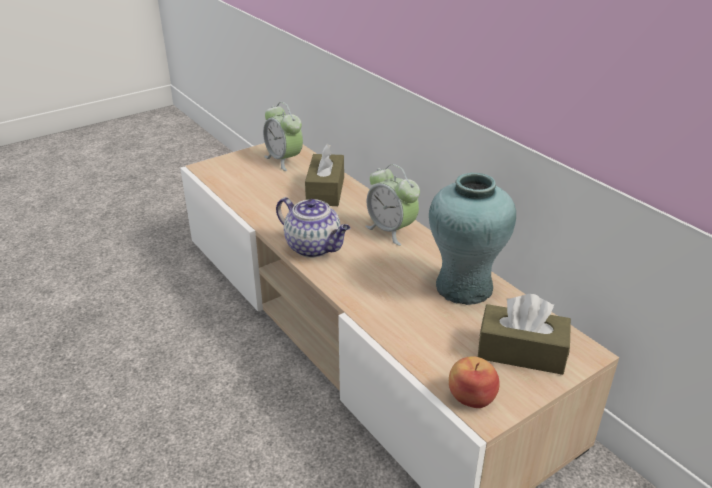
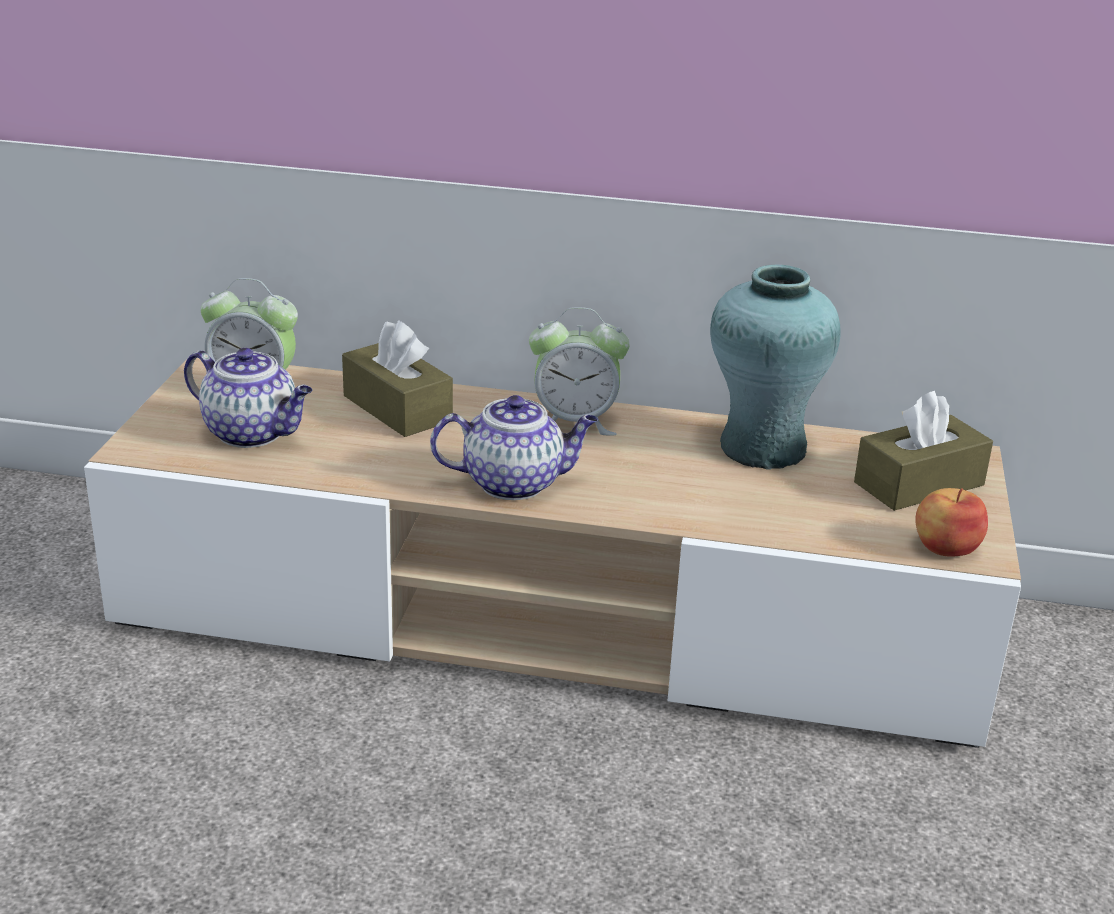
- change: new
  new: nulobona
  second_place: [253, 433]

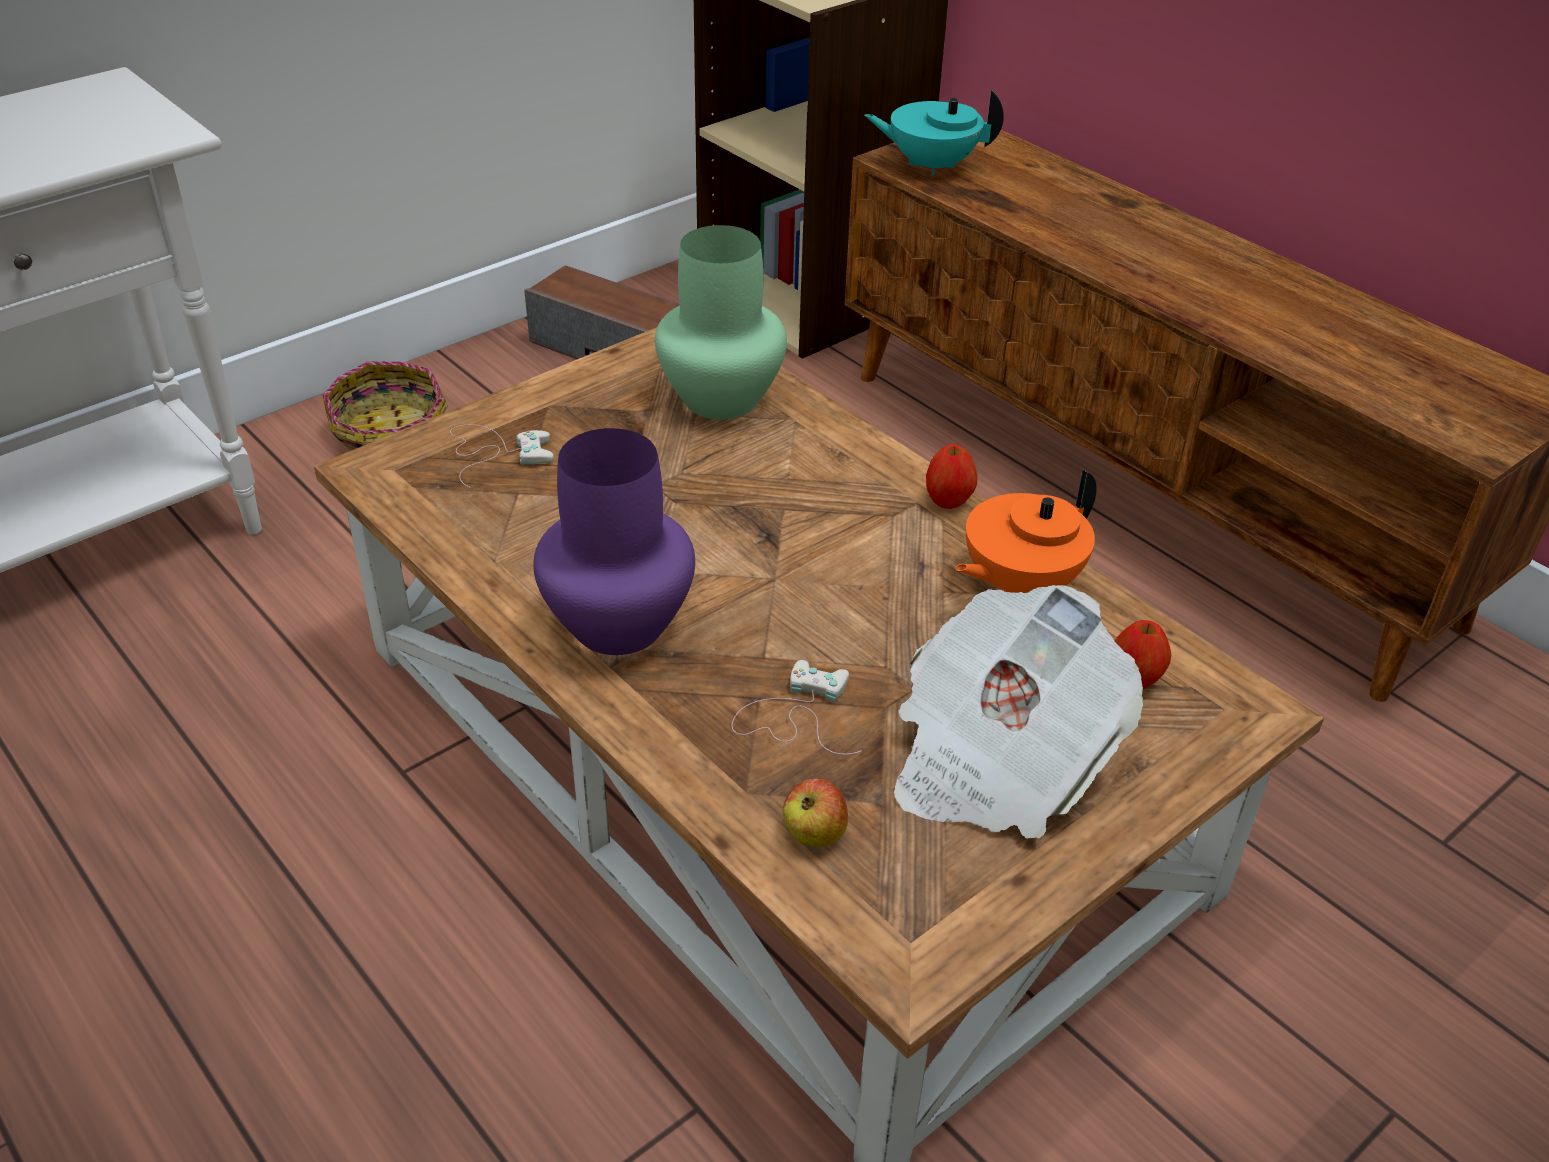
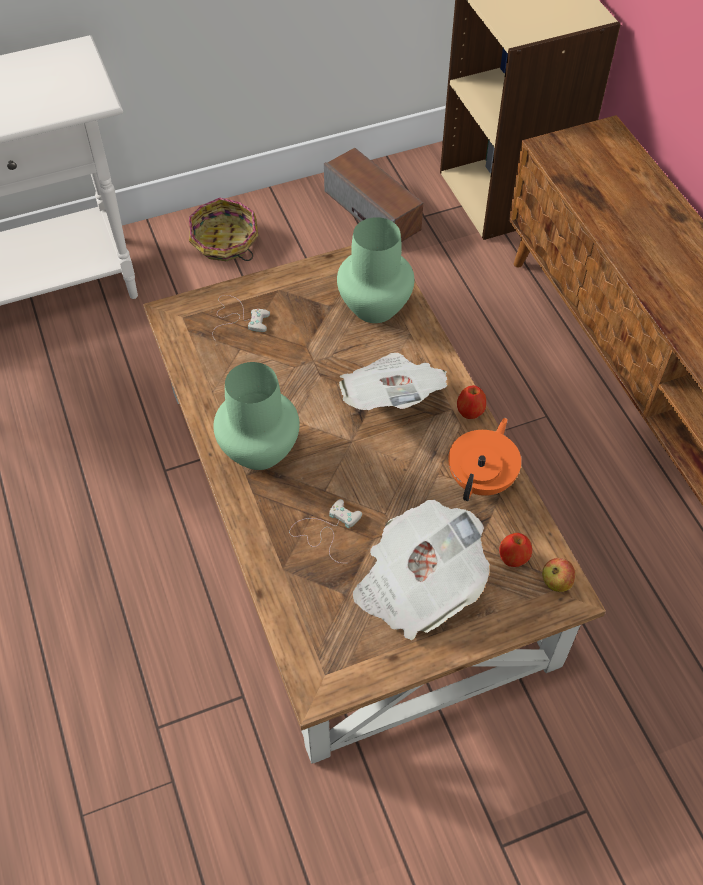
- change: gone
  old: turquoise_nulobona
  first_place: [931, 165]
- change: repainted
  old: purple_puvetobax
  new: green_puvetobax
  first_place: [621, 625]
  second_place: [261, 450]
- change: rotated
  old: orange_nulobona
  first_place: [1019, 583]
  second_place: [482, 479]
  degrees: 135
- change: shifted
  old: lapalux
  first_place: [814, 834]
  second_place: [556, 582]
- change: new
  new: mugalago
  second_place: [391, 399]

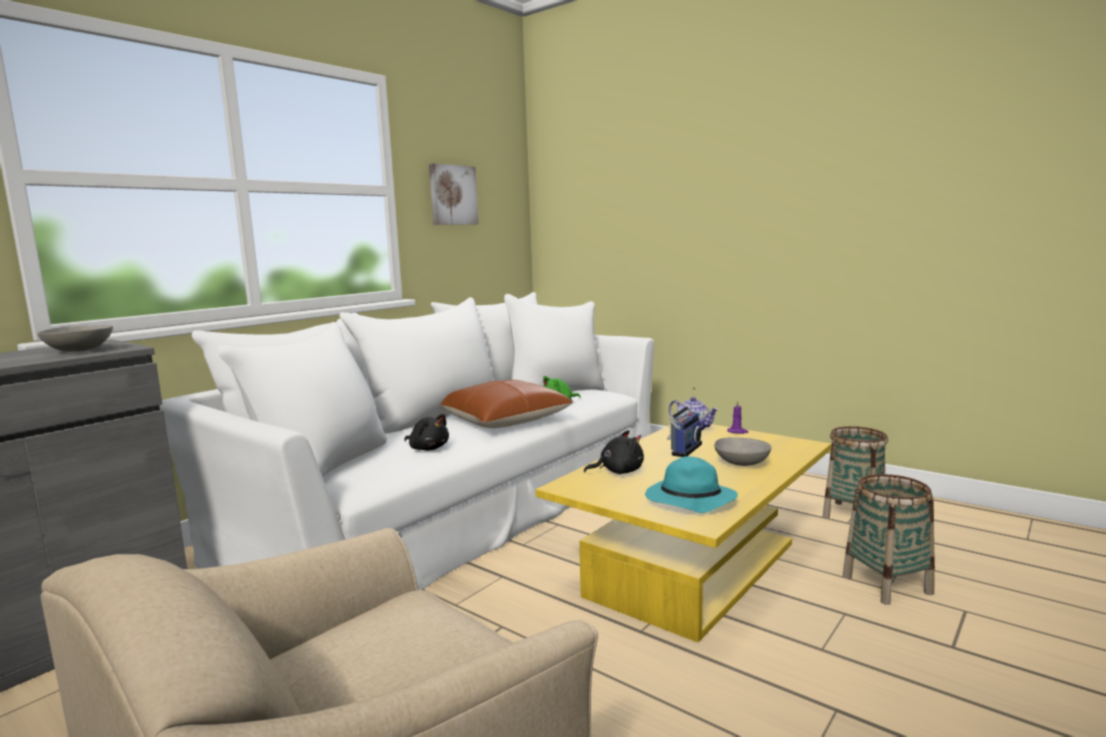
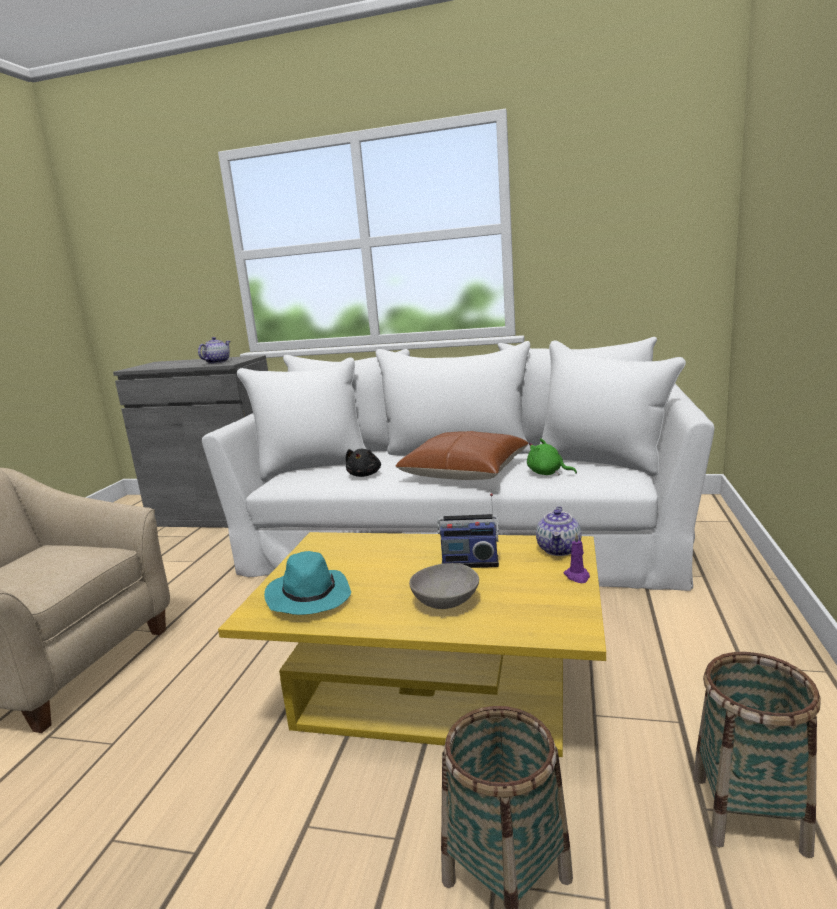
- change: gone
  old: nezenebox
  first_place: [452, 195]
- change: swapped
  old: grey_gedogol
  new: nulobona
  first_place: [78, 351]
  second_place: [217, 362]
- change: gone
  old: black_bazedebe
  first_place: [618, 472]

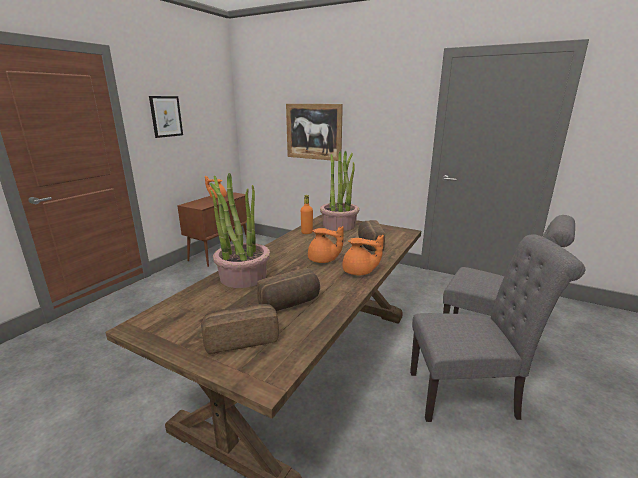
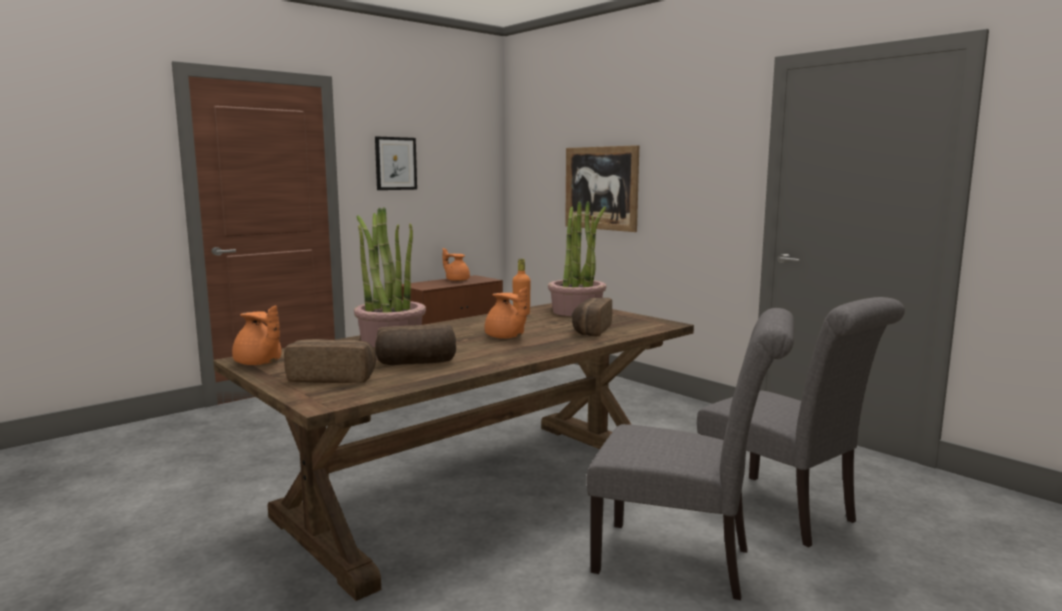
- change: shifted
  old: orange_nulobona
  first_place: [359, 272]
  second_place: [259, 363]

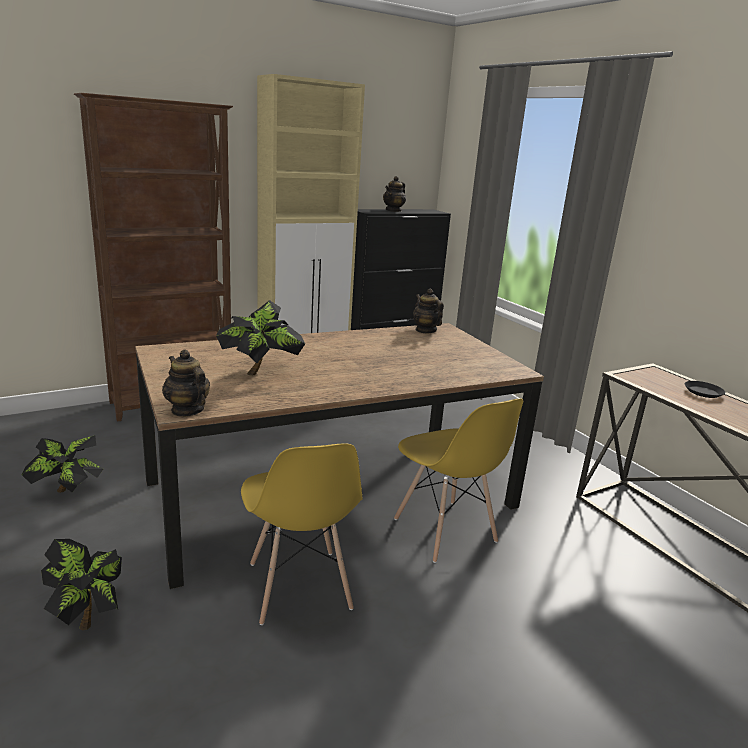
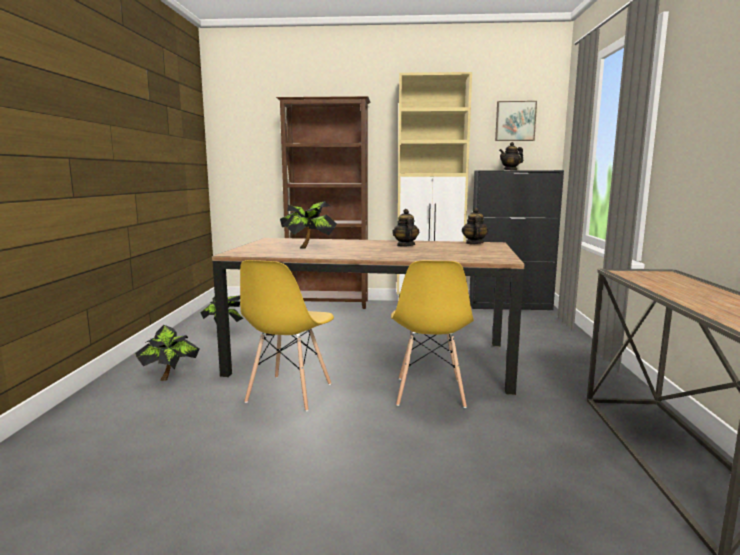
- change: shifted
  old: nulobona
  first_place: [187, 410]
  second_place: [405, 245]
- change: gone
  old: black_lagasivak
  first_place: [703, 392]
- change: new
  new: nezenebox
  second_place: [515, 121]

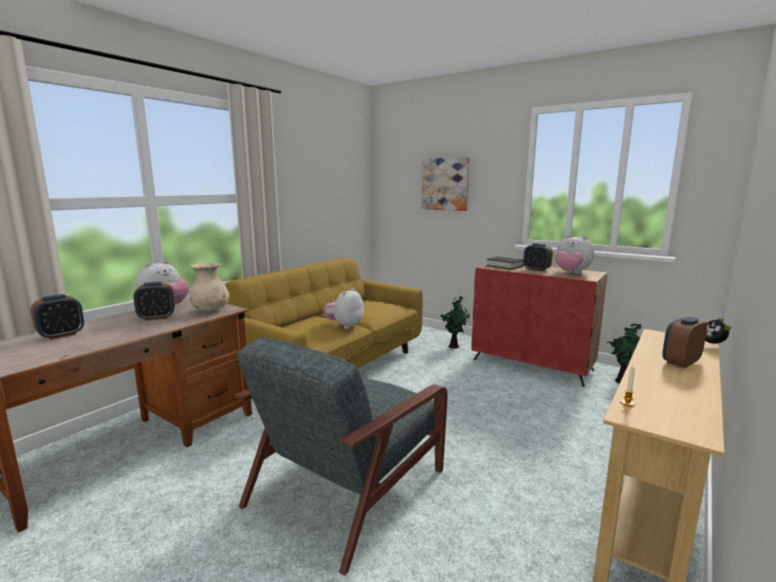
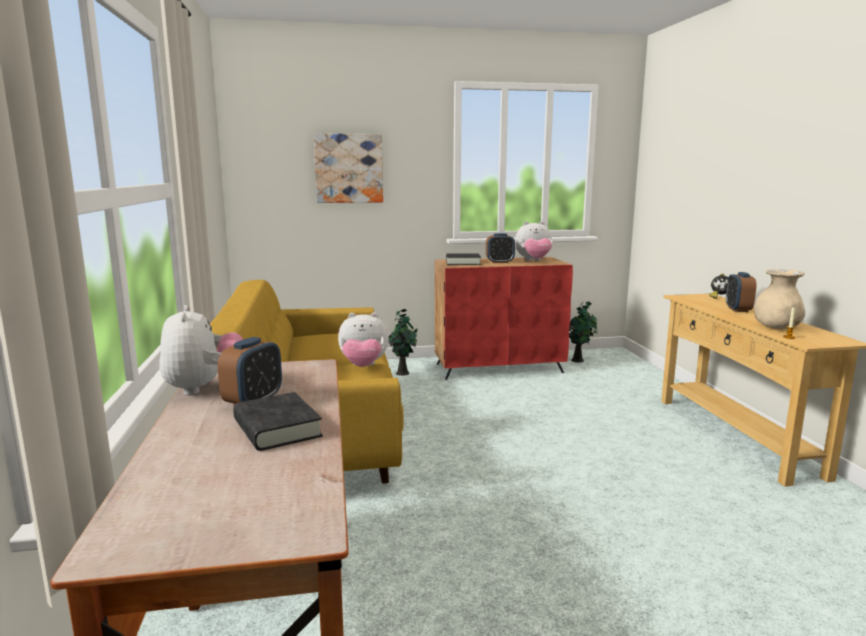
- change: shifted
  old: beige_puvetobax
  first_place: [211, 310]
  second_place: [776, 328]
- change: rotated
  old: bazedebe
  first_place: [344, 326]
  second_place: [363, 366]
  degrees: -75
- change: gone
  old: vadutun
  first_place: [61, 335]
- change: gone
  old: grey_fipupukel
  first_place: [349, 485]
- change: new
  new: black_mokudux
  second_place: [277, 429]

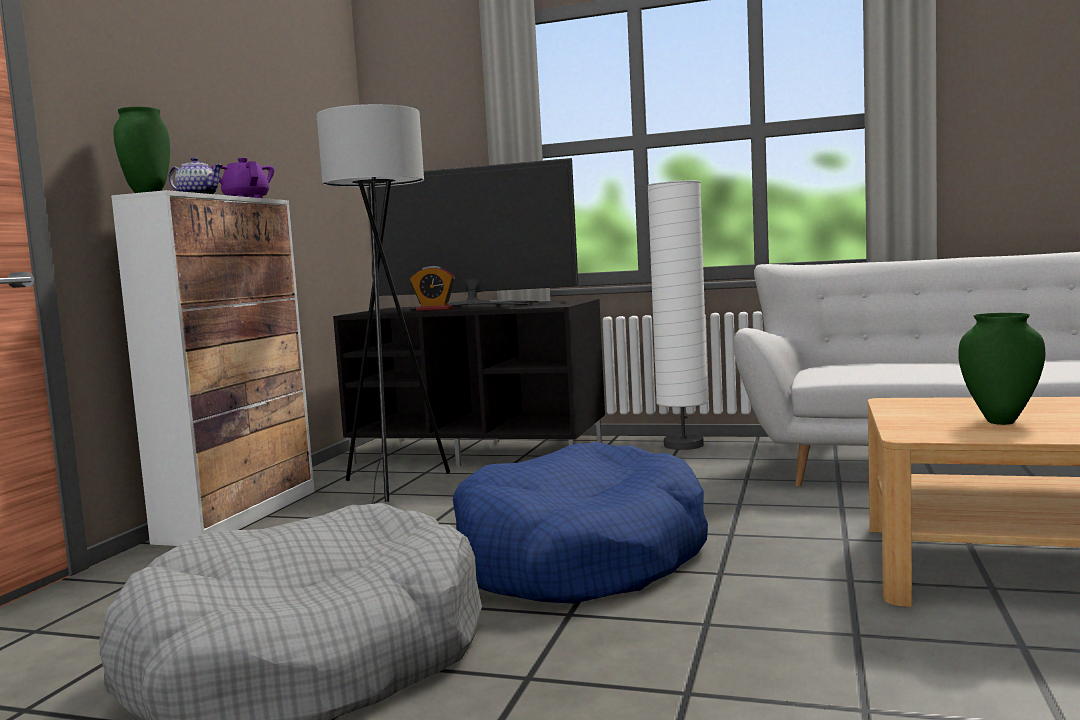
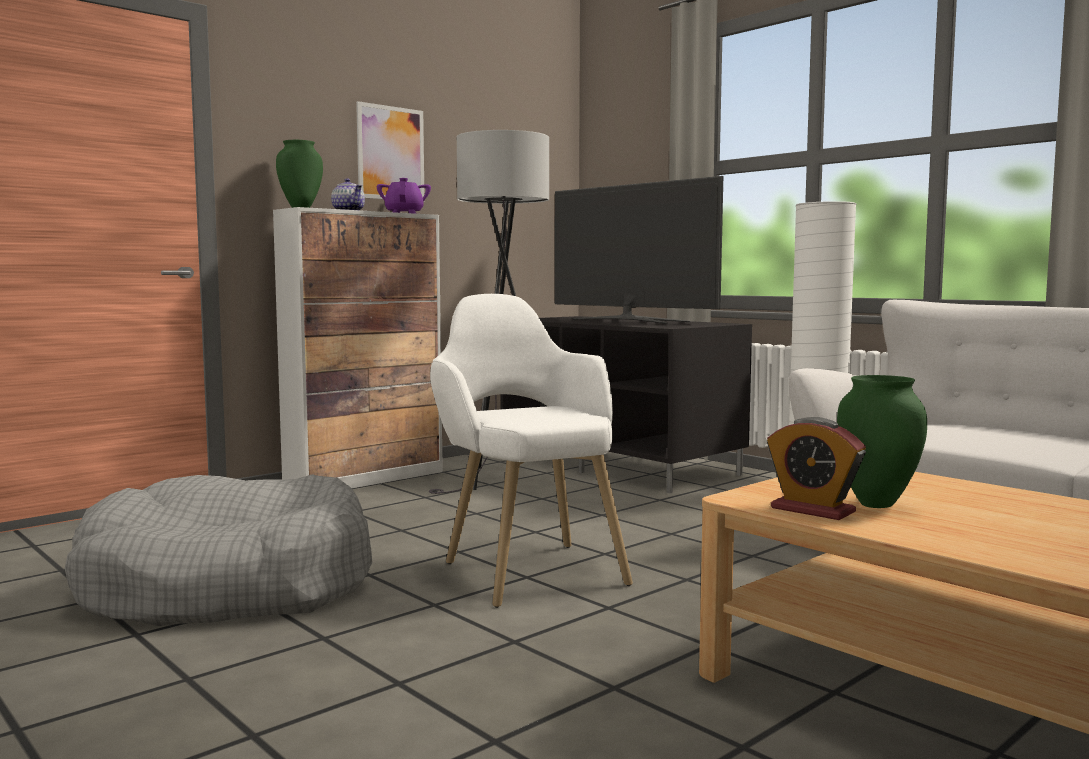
- change: shifted
  old: vadutun
  first_place: [434, 309]
  second_place: [812, 510]
- change: swapped
  old: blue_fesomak
  new: white_fipupukel
  first_place: [580, 558]
  second_place: [525, 566]
- change: new
  new: nezenebox
  second_place: [390, 153]

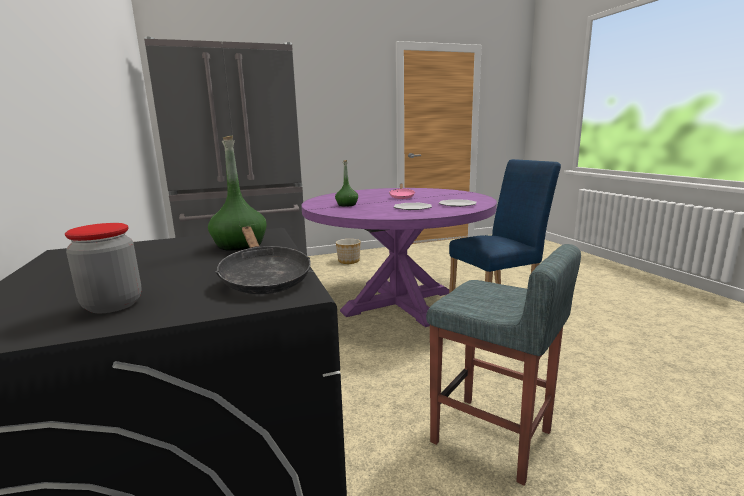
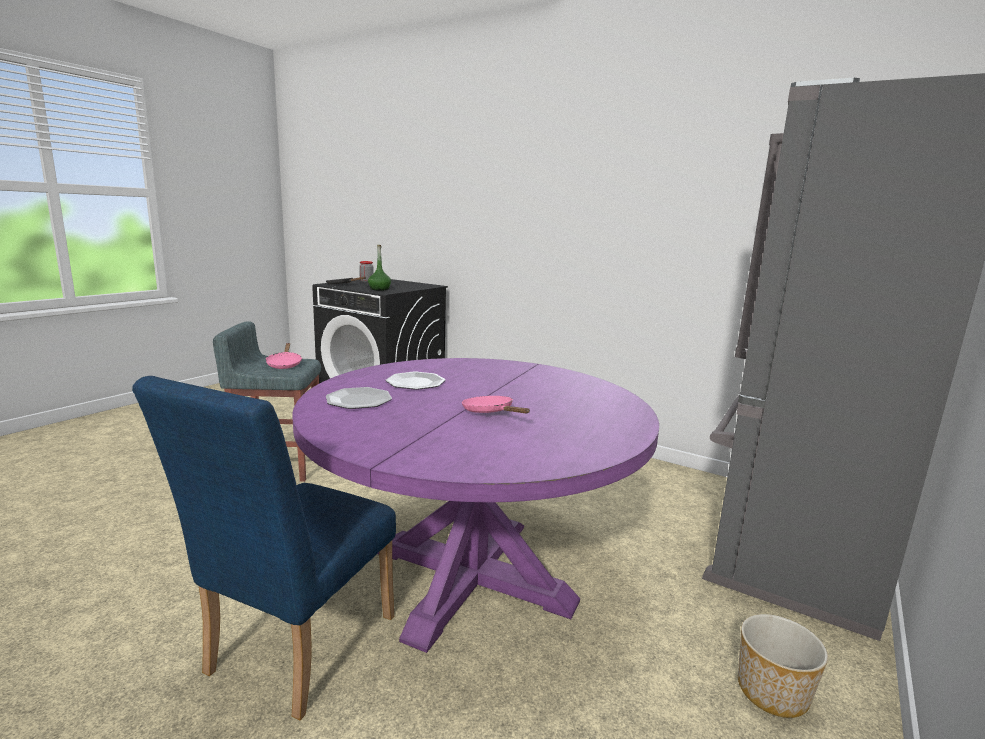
- change: gone
  old: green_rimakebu
  first_place: [347, 205]
- change: new
  new: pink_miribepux
  second_place: [284, 364]

